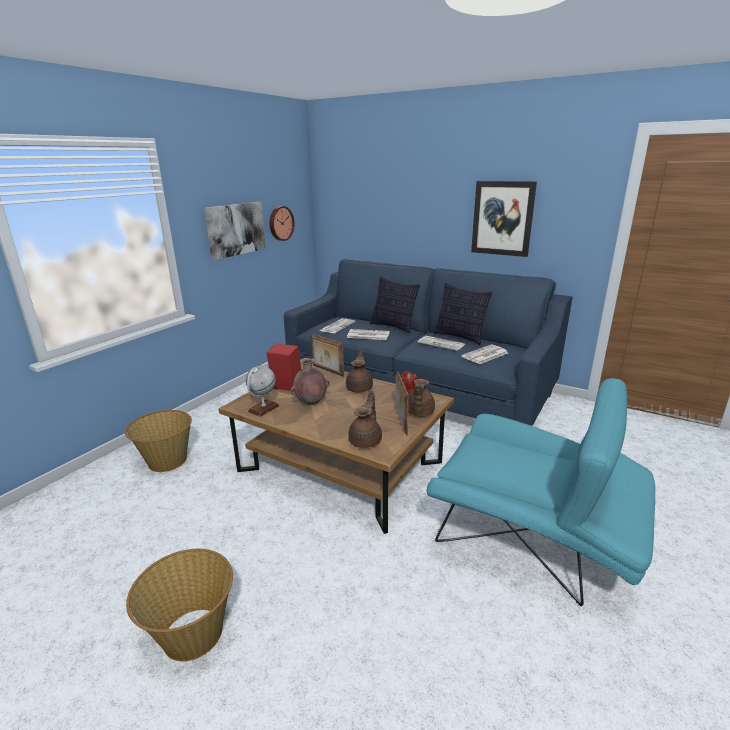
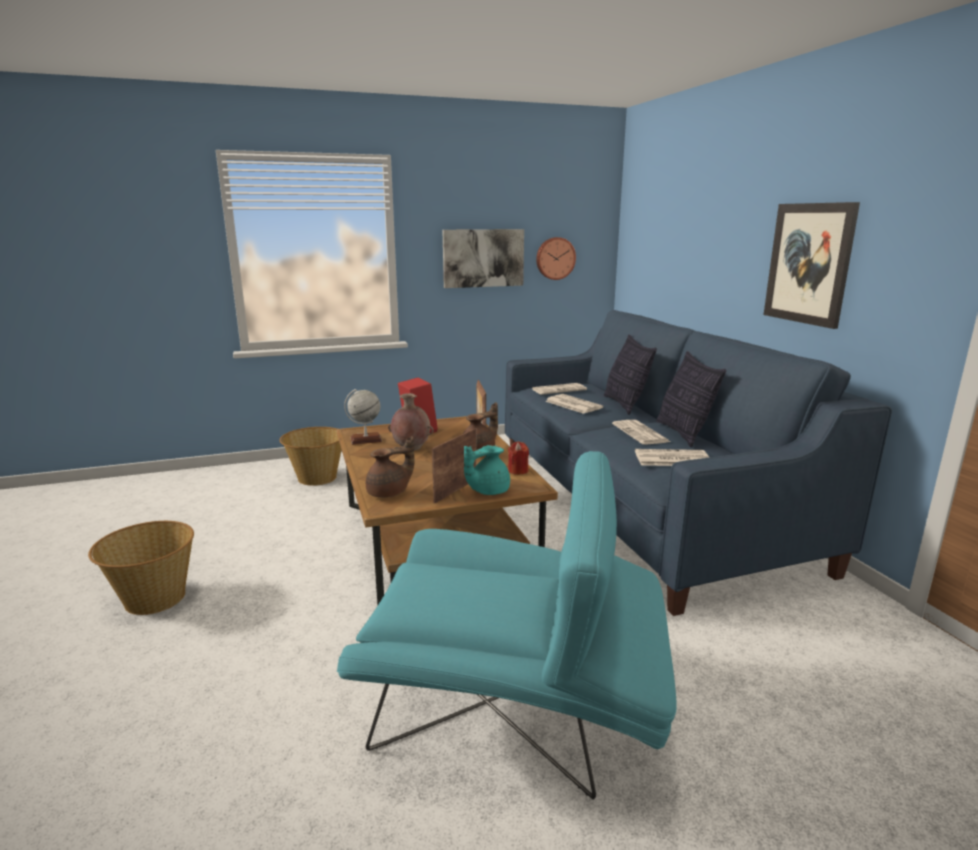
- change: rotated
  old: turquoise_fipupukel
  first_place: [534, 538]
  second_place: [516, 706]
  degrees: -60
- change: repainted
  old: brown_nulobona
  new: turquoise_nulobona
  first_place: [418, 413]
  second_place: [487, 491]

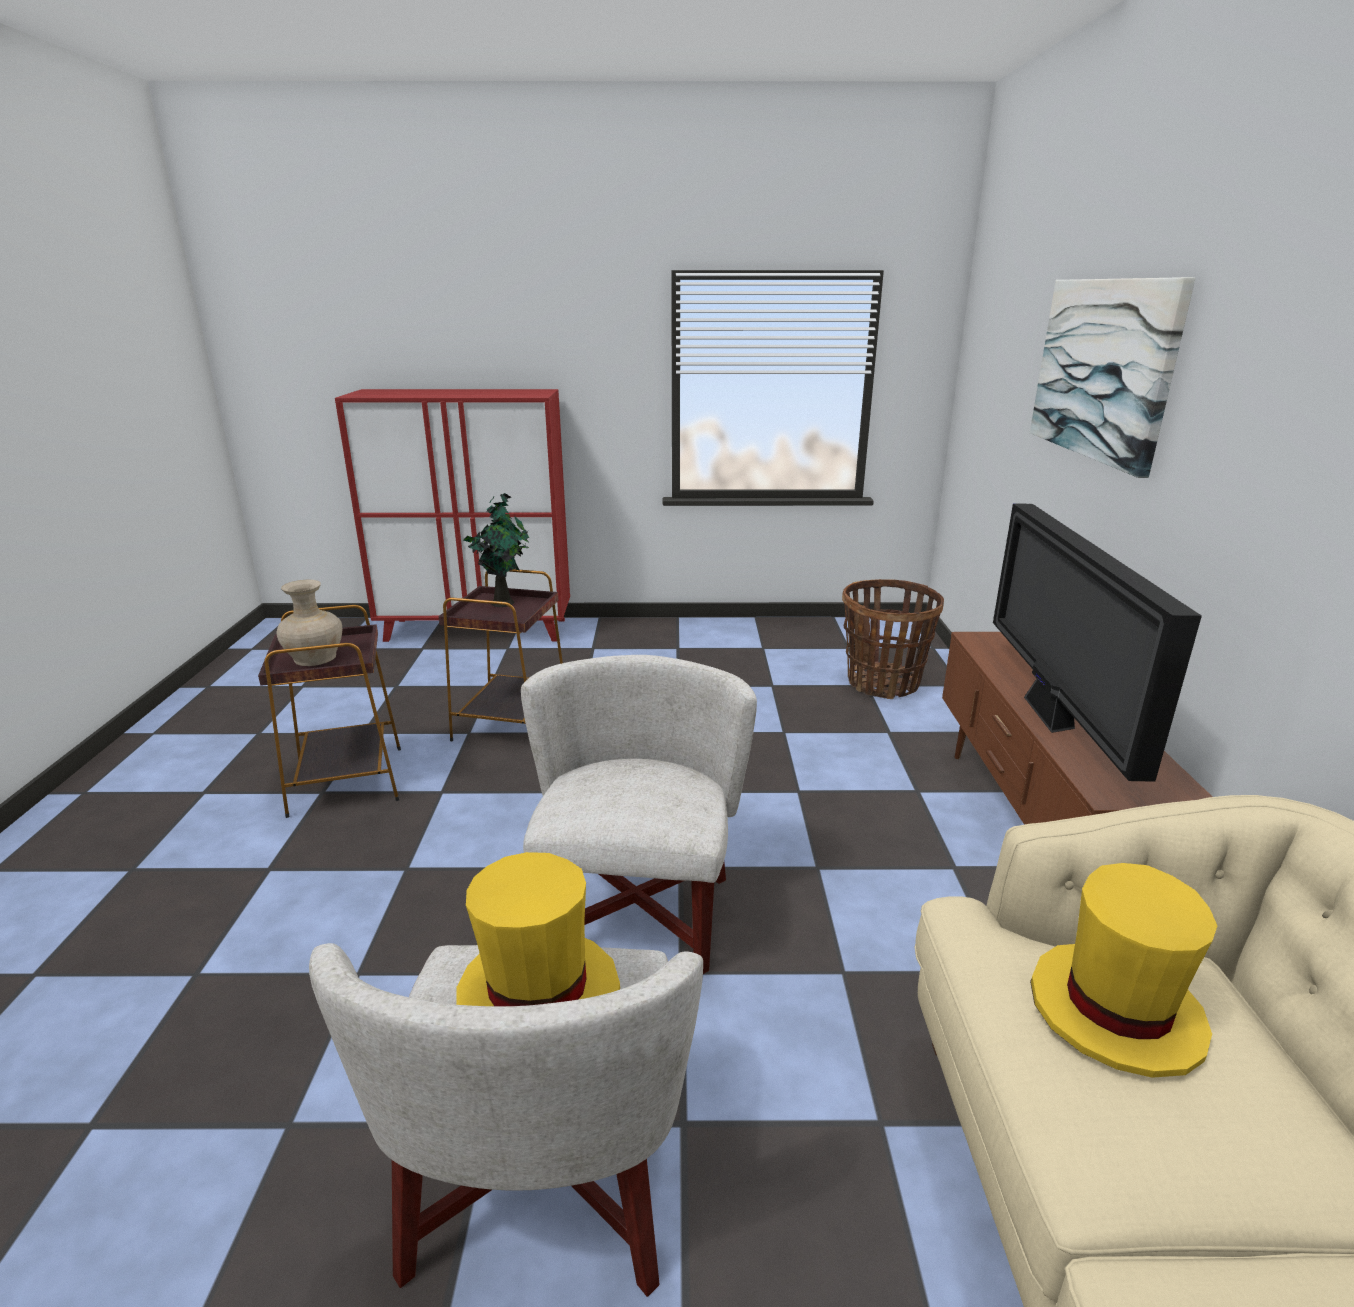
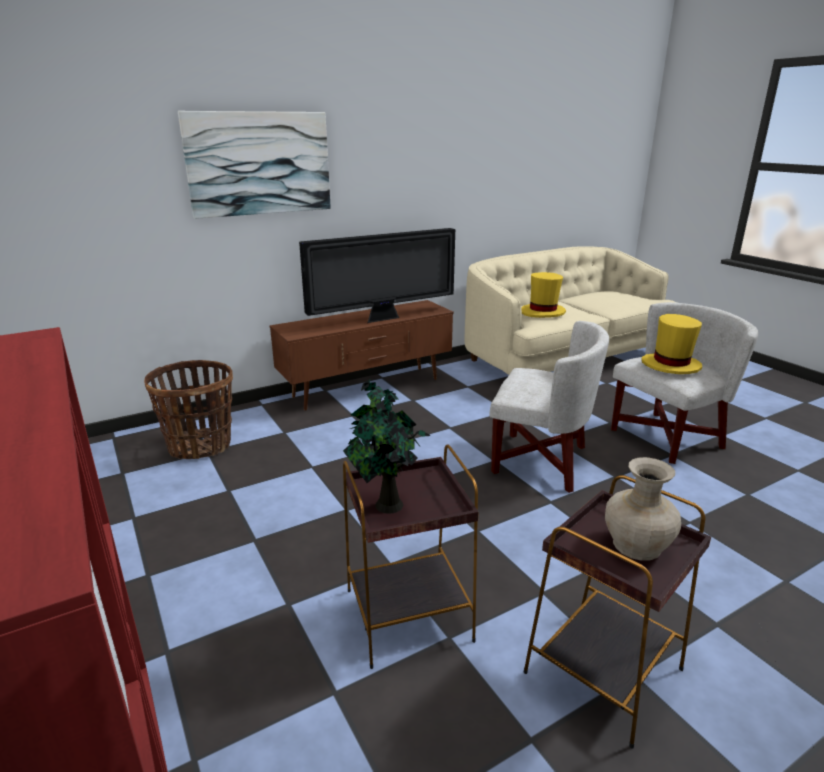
- change: rotated
  old: white_fipupukel
  first_place: [638, 914]
  second_place: [541, 461]
  degrees: -135

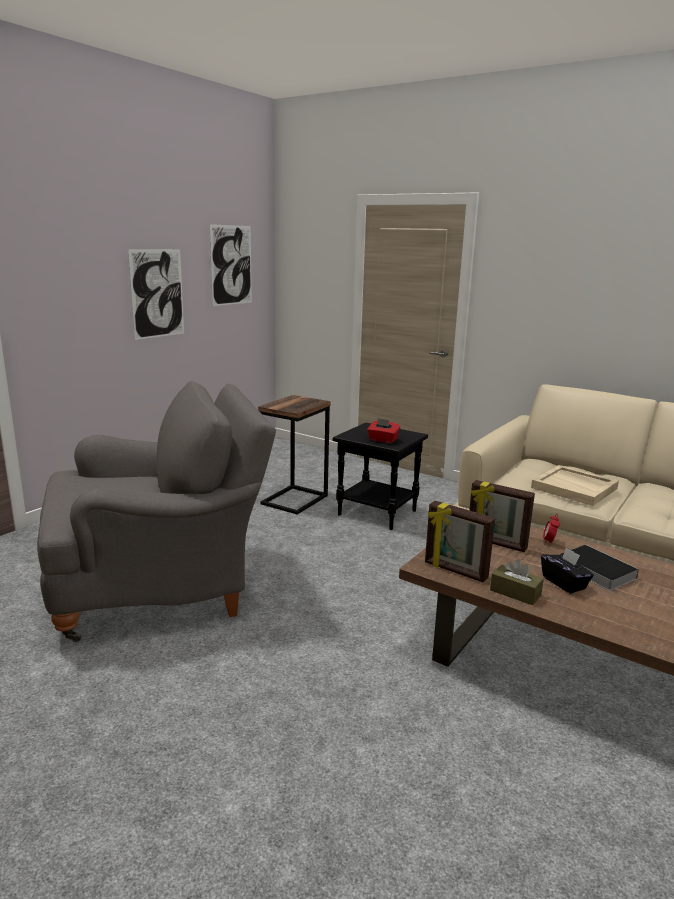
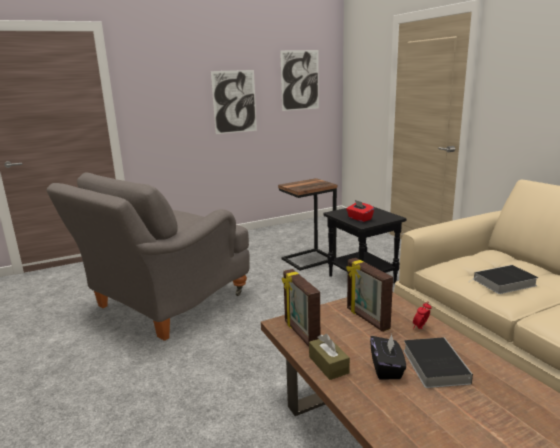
- change: rotated
  old: grey_fipupukel
  first_place: [161, 587]
  second_place: [165, 303]
  degrees: 120
- change: swapped
  old: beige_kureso
  new: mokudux
  first_place: [575, 488]
  second_place: [503, 283]

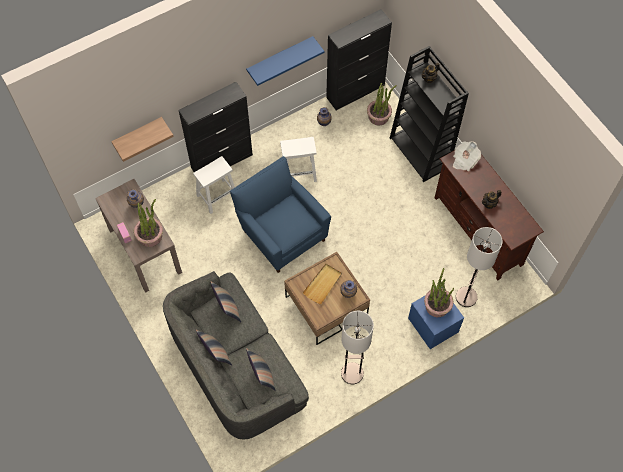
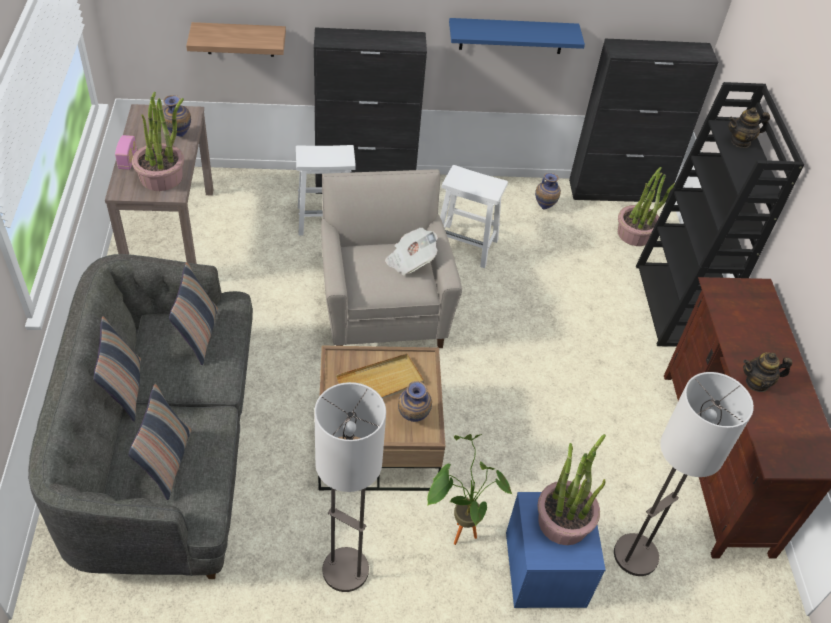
- change: shifted
  old: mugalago
  first_place: [464, 160]
  second_place: [410, 261]
- change: repainted
  old: blue_fipupukel
  new: beige_fipupukel
  first_place: [281, 232]
  second_place: [383, 305]
- change: new
  new: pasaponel
  second_place: [456, 532]

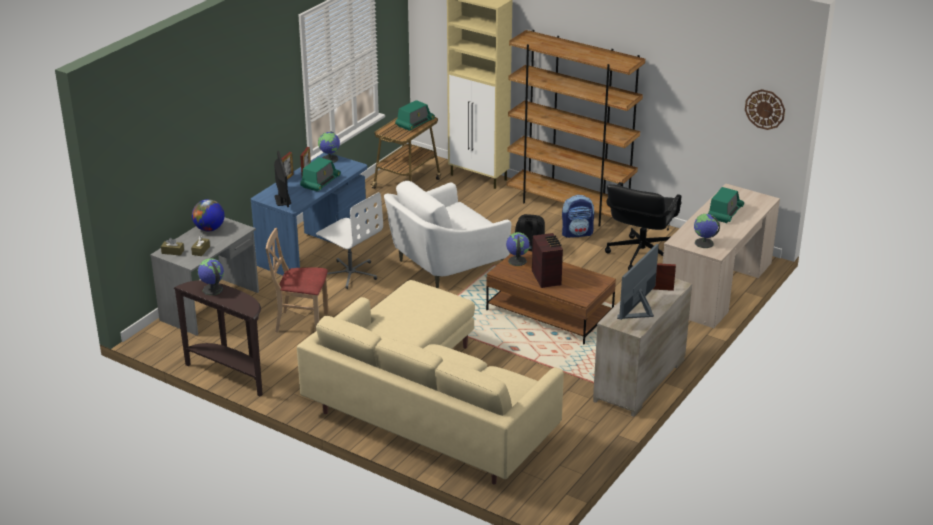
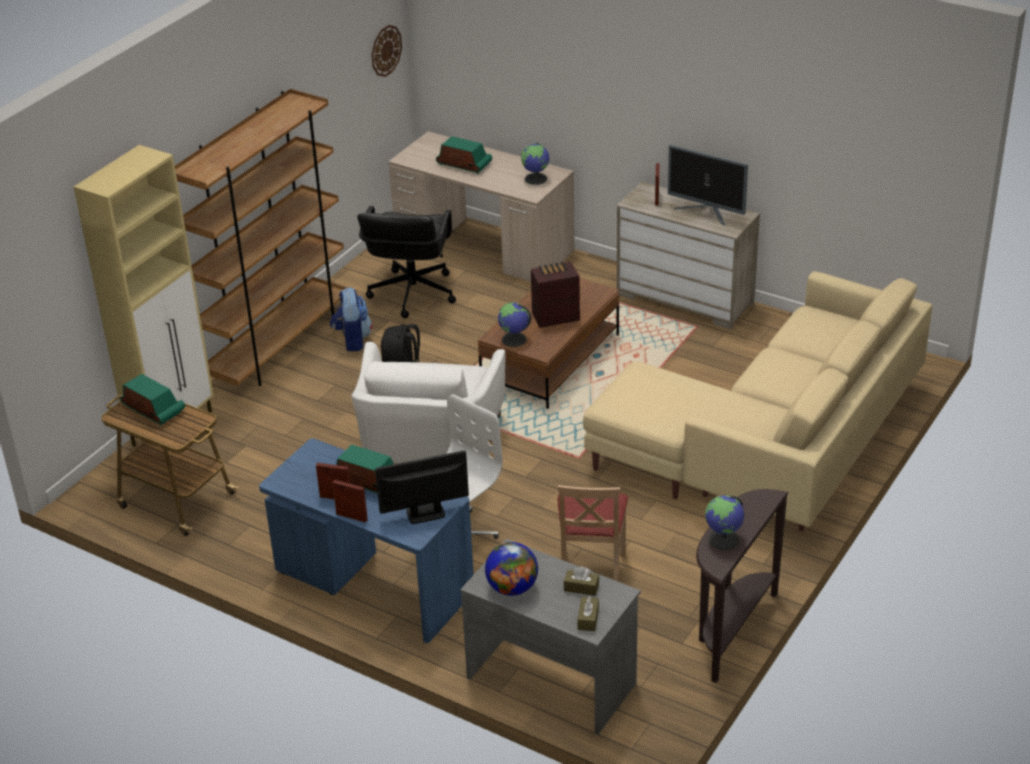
- change: gone
  old: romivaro
  first_place: [330, 159]
- change: rotated
  old: white_fipupukel
  first_place: [445, 264]
  second_place: [429, 449]
  degrees: 45
- change: rotated
  old: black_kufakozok
  first_place: [640, 255]
  second_place: [412, 293]
  degrees: 75

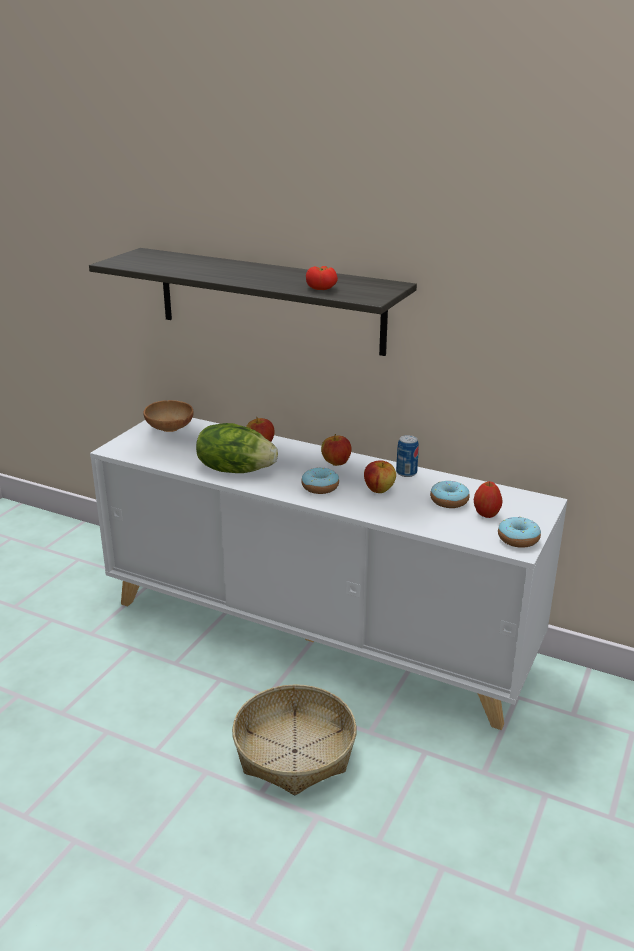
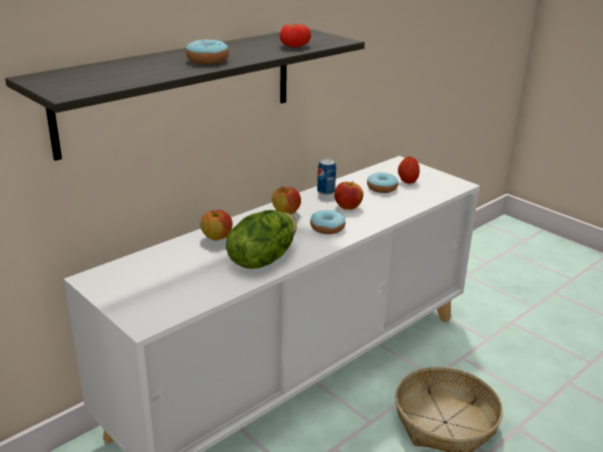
- change: gone
  old: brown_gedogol
  first_place: [169, 430]
- change: shifted
  old: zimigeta
  first_place: [518, 539]
  second_place: [207, 60]

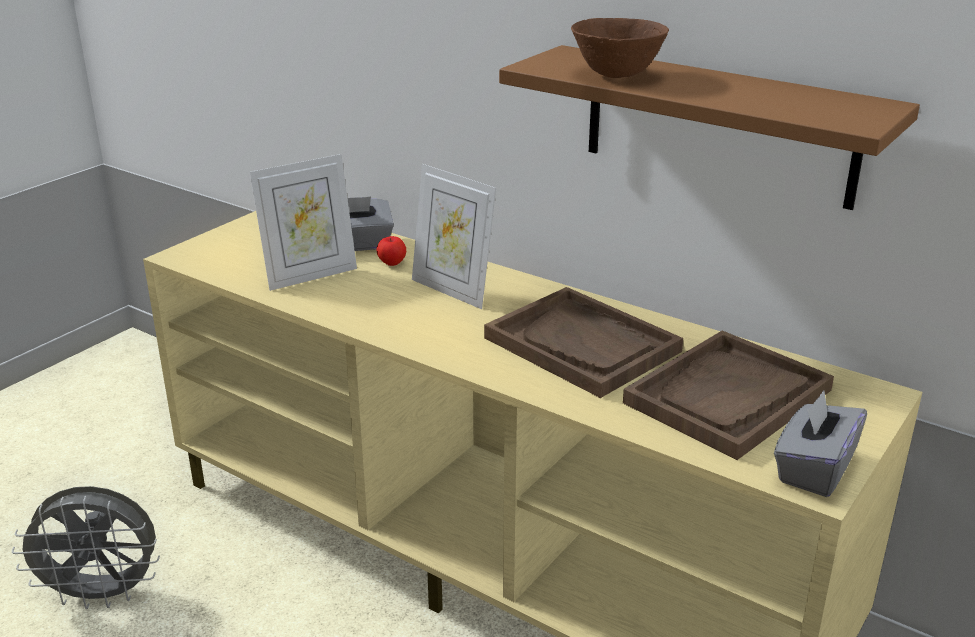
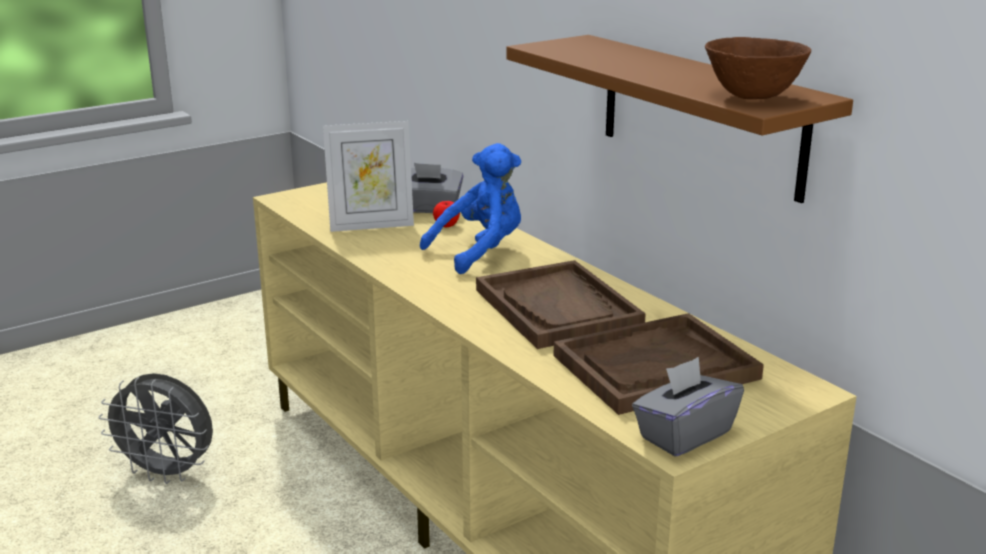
- change: shifted
  old: brown_gedogol
  first_place: [616, 75]
  second_place: [752, 97]
- change: swapped
  old: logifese
  new: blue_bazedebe
  first_place: [452, 290]
  second_place: [480, 252]

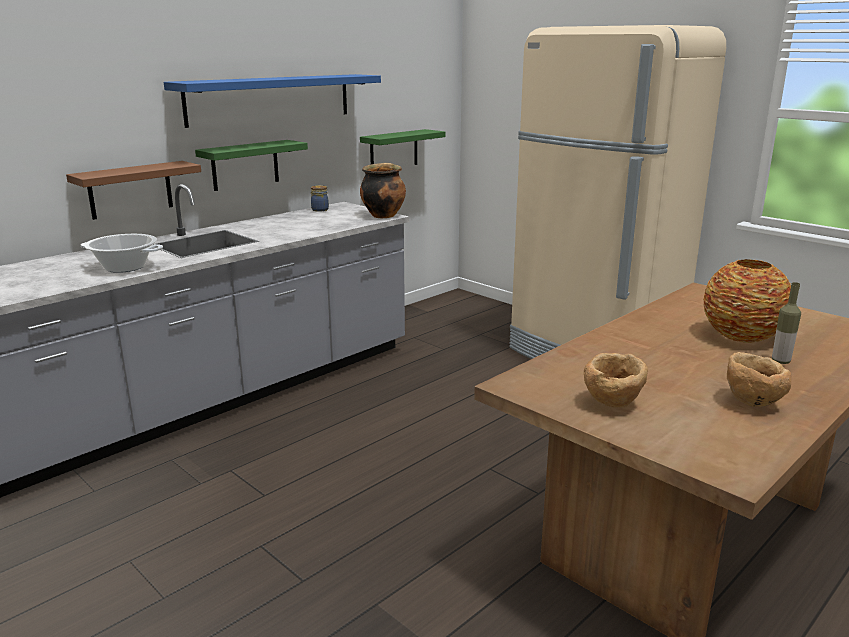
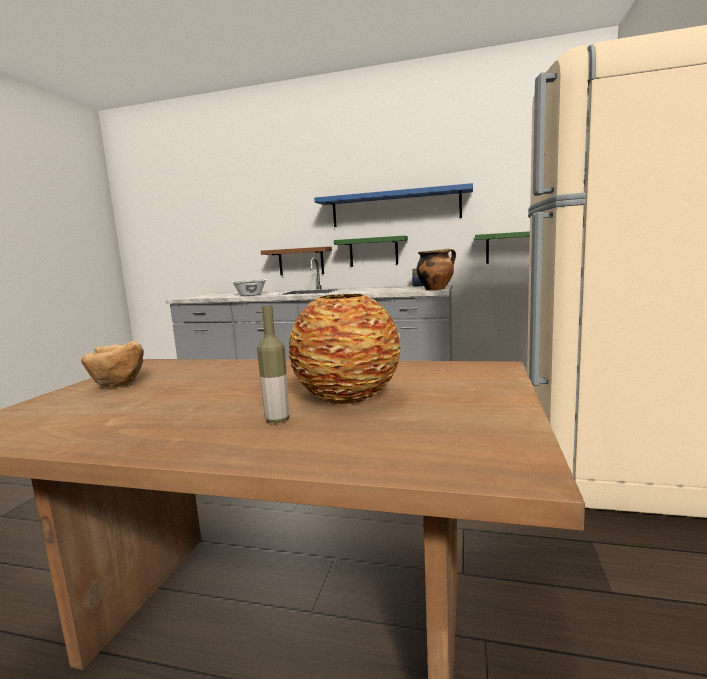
- change: gone
  old: brown_gedogol
  first_place: [752, 402]

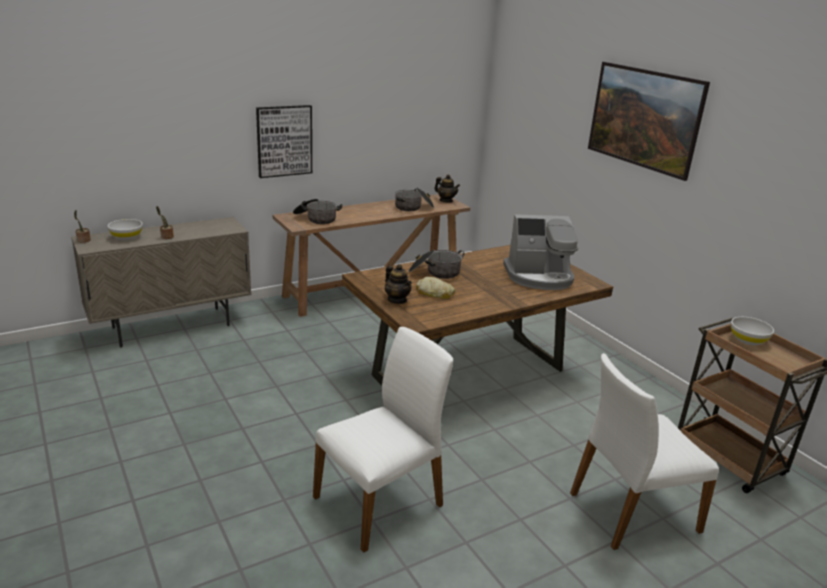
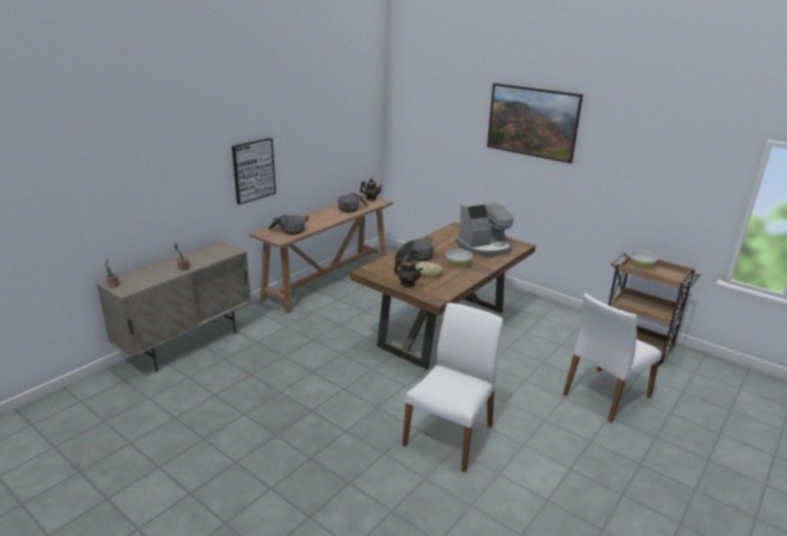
- change: shifted
  old: white_gedogol
  first_place: [126, 237]
  second_place: [458, 264]

